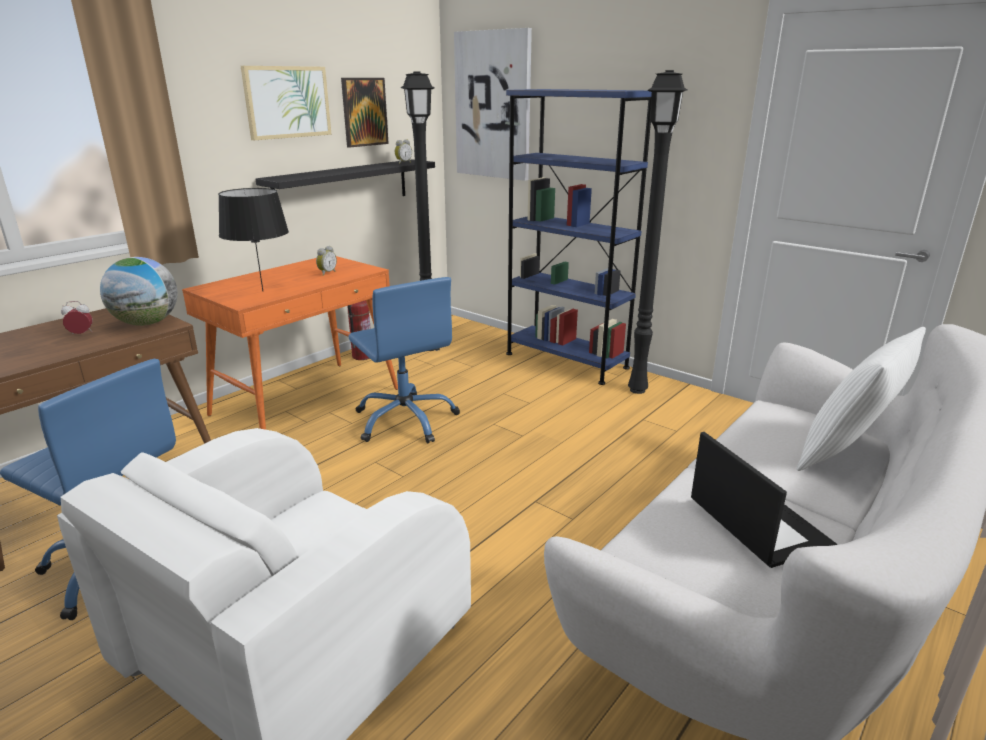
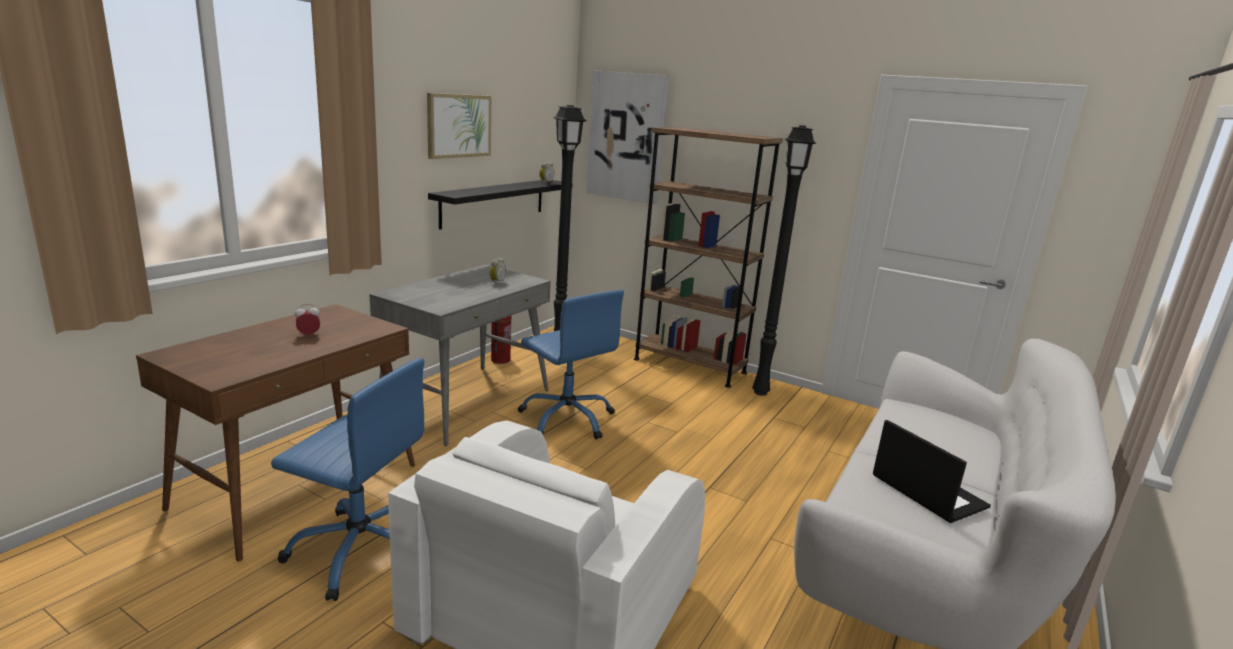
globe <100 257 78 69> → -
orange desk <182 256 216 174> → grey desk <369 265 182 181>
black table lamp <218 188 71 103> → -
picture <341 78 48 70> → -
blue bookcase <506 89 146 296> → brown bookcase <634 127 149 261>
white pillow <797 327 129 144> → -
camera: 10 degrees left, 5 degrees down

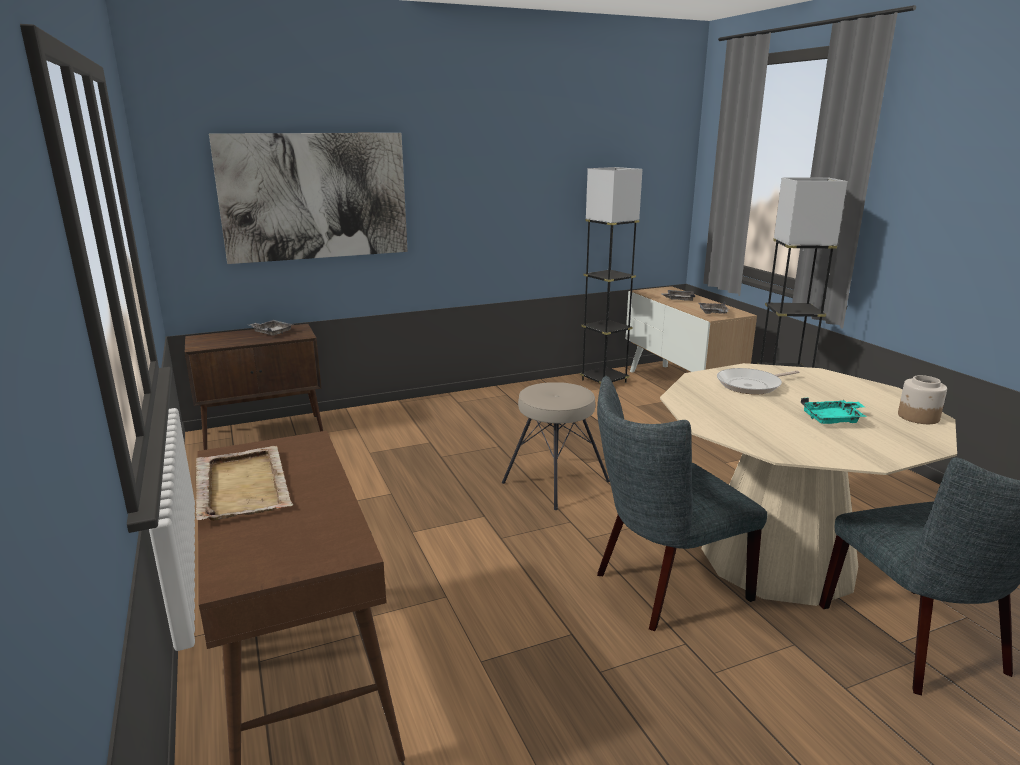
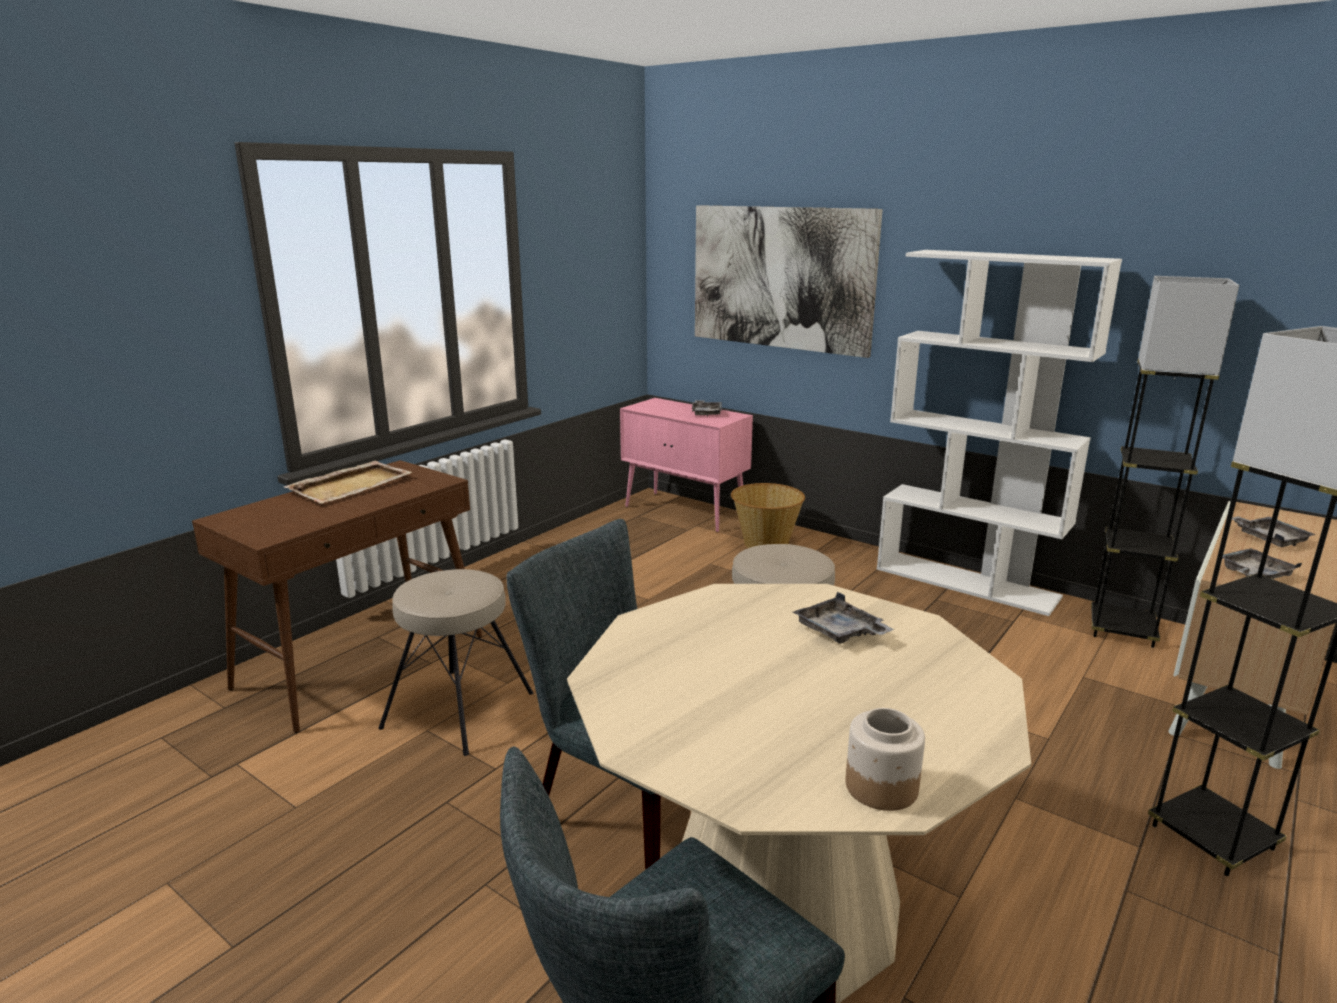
brown cabinet <185 324 138 126> → pink cabinet <620 398 133 134>
frying pan <717 368 82 27> → grey tray <793 592 101 52>
turquoise tray <801 398 66 26> → -
- → beige stool <378 569 155 187>
- → basket <731 483 74 65>
- → white bookcase <877 250 245 366>
camera: 60 degrees right, 0 degrees up

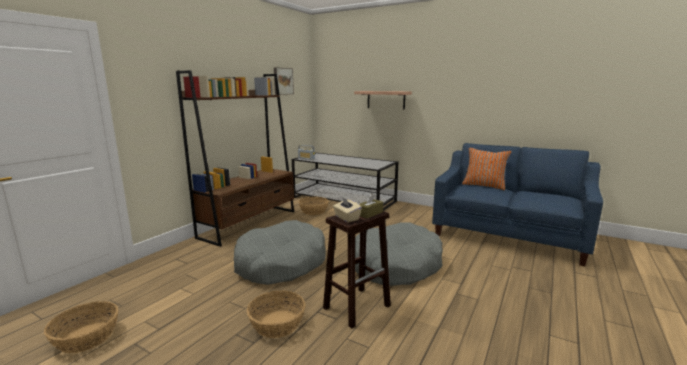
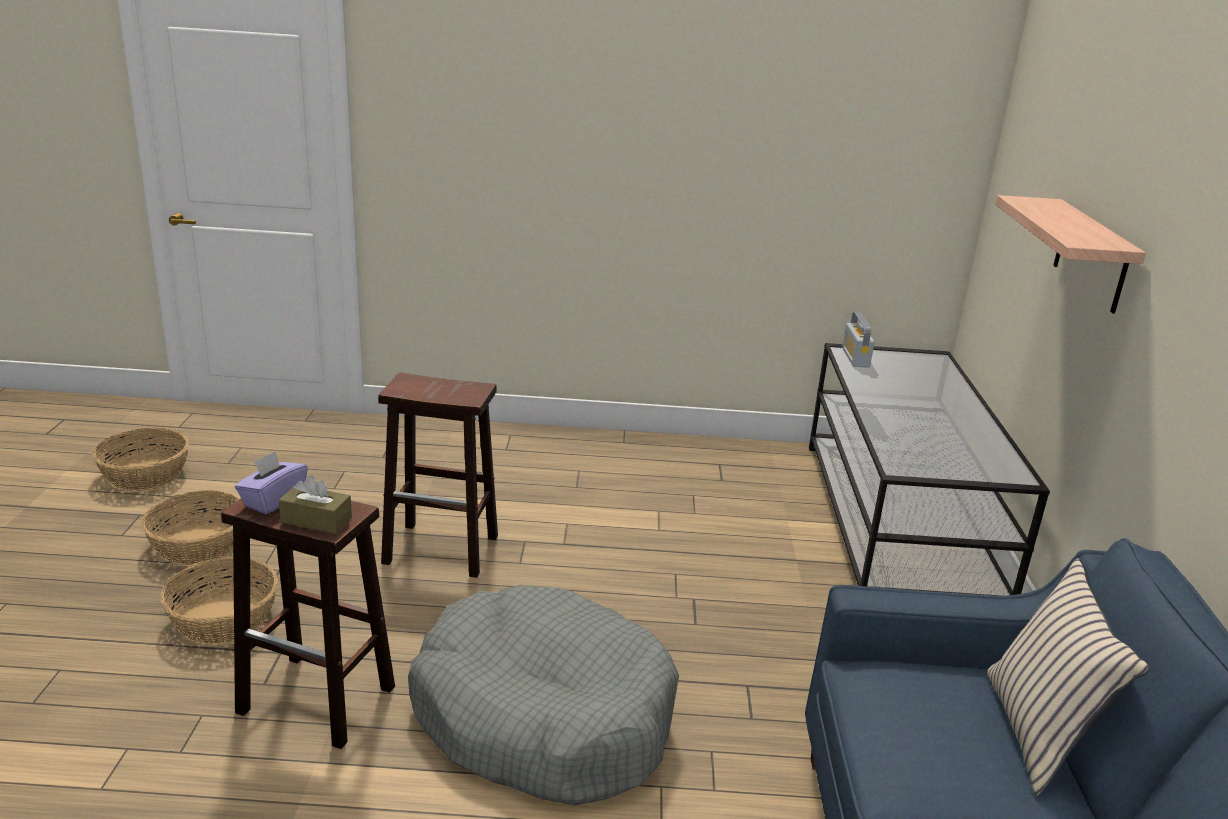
brown bookcase <176 70 118 177> → -
grey dog bed <234 220 92 65> → brown stool <378 373 120 205>
picture <274 67 20 28> → -
basket <299 197 30 18> → basket <141 490 99 75>, shifted
beige tissue box <333 197 29 25> → purple tissue box <235 451 73 63>
orange pillow <462 148 50 43> → beige pillow <987 558 163 238>
camera: 60 degrees right, 10 degrees up

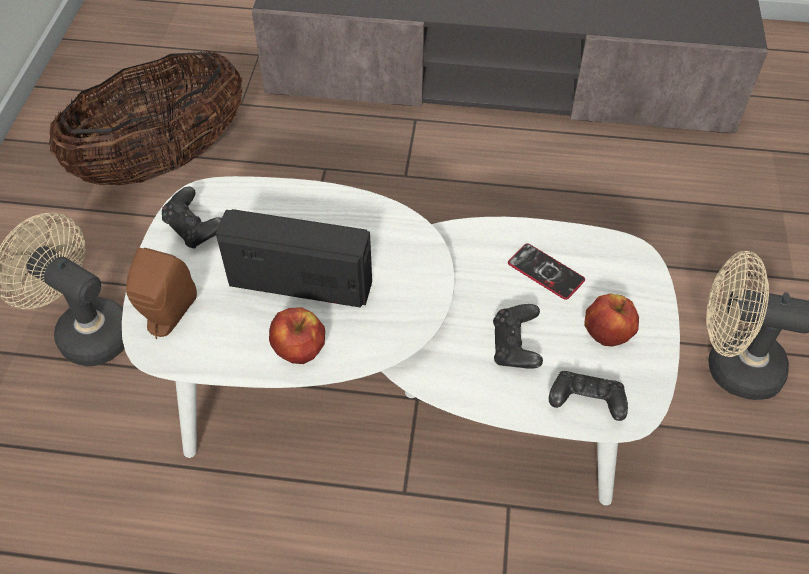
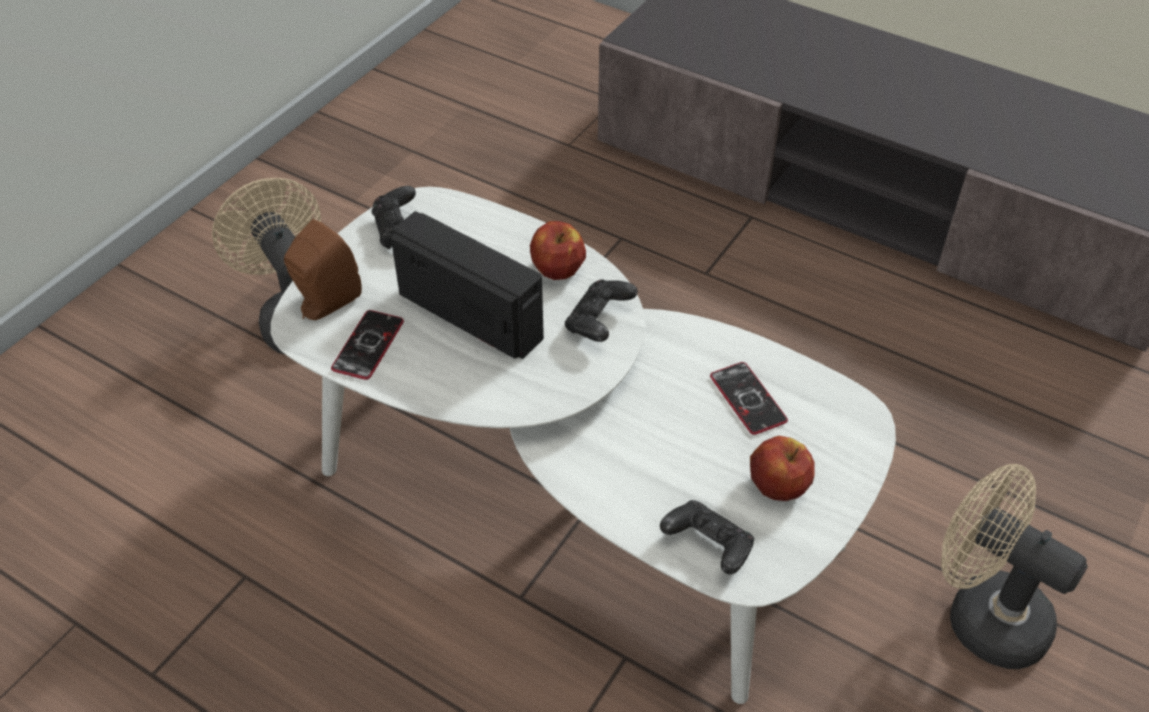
basket <49 51 193 134> → -
apple <269 307 56 57> → apple <530 221 56 59>, shifted
black game controller <493 304 50 65> → black game controller <565 280 73 62>, shifted
- → phone <331 310 73 70>
camera: 25 degrees right, 5 degrees down

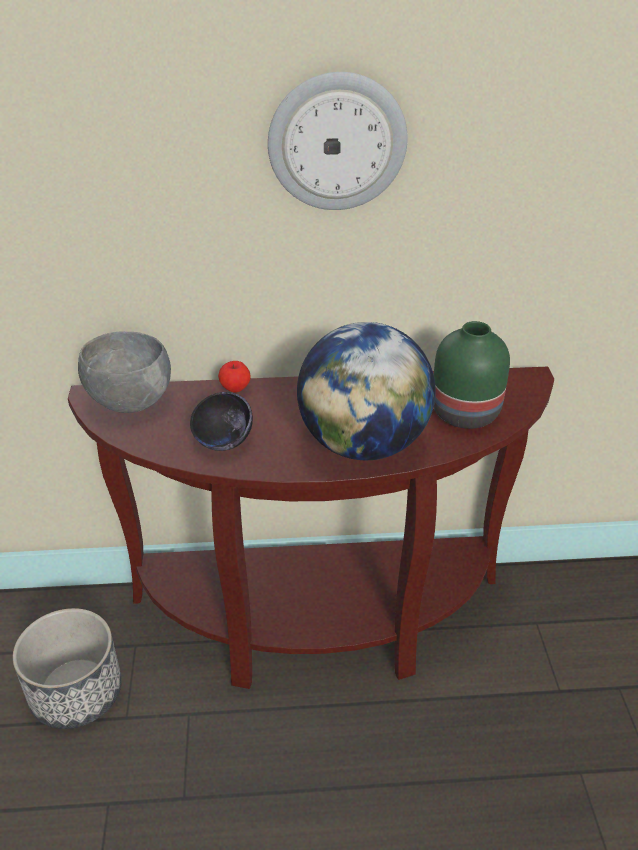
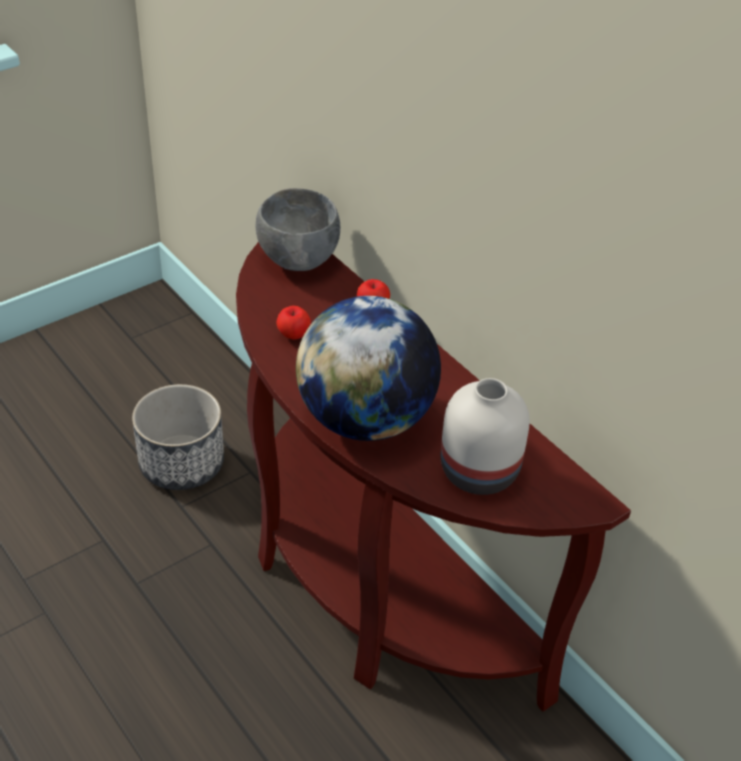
black bowl <190 392 63 59> → apple <277 306 34 34>
wall clock <268 72 140 138> → -
green vase <434 321 76 108> → white vase <441 378 89 117>
camera: 55 degrees right, 5 degrees up

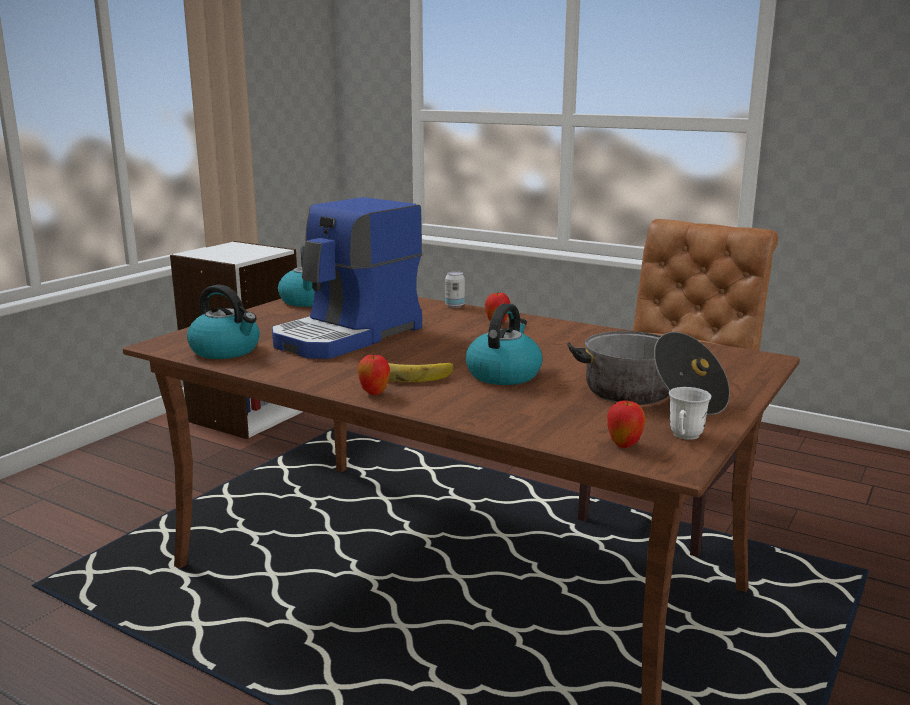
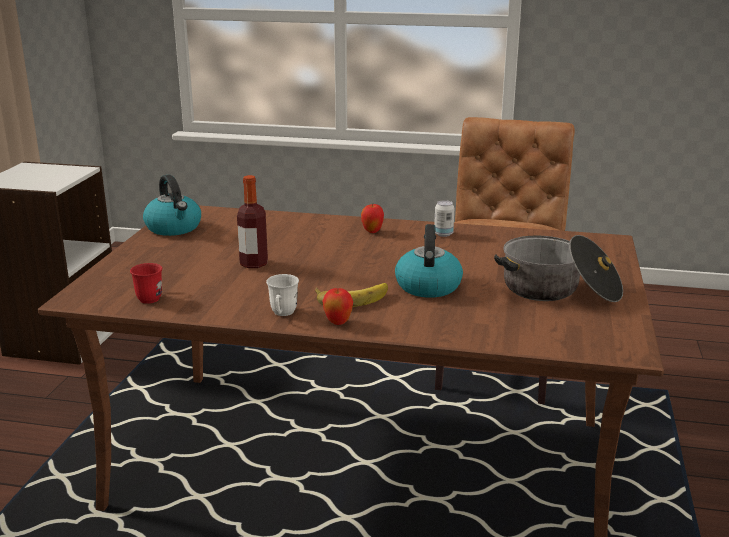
kettle <187 285 73 74> → red mug <130 263 32 41>
coffee machine <272 197 150 162> → bottle <237 175 31 93>
can <445 271 20 37> → can <434 200 20 37>, shifted
apple <607 399 39 49> → -
white mug <669 387 42 53> → white mug <266 274 33 42>, shifted
camera: 20 degrees left, 5 degrees up

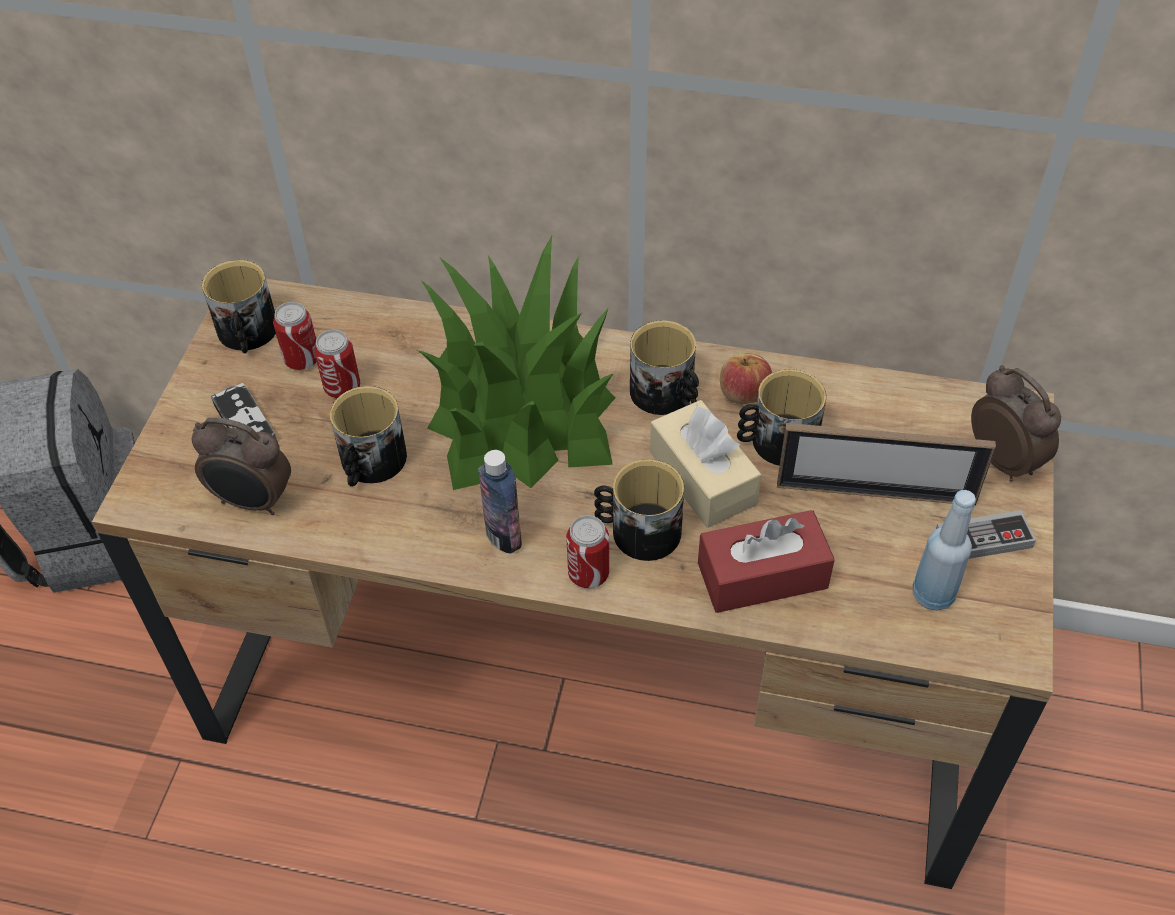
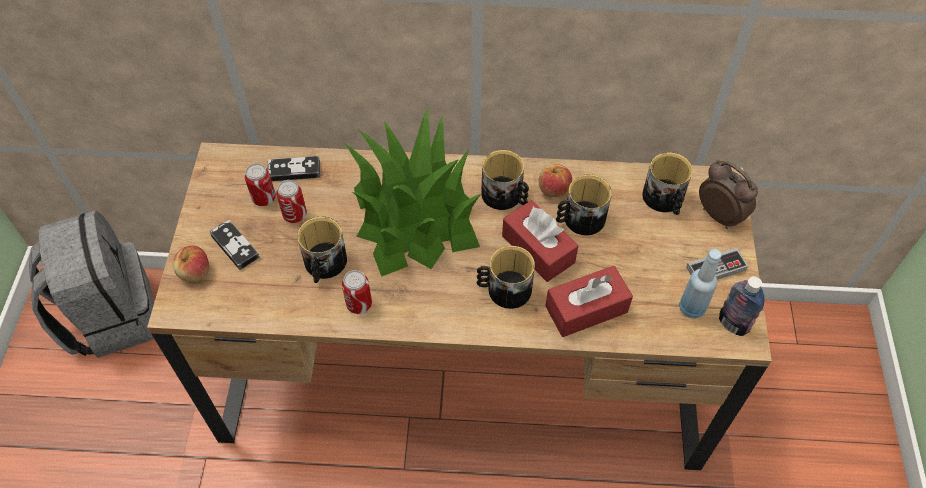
alarm clock <192 417 99 98> → -
mug <202 260 74 93> → mug <642 152 51 63>, shifted
bottle <478 450 44 103> → bottle <719 276 45 60>, shifted
can <566 515 43 73> → can <342 270 30 44>, shifted
beige tissue box <650 400 111 128> → red tissue box <502 200 76 82>
picture frame <777 423 219 83> → -
- → apple <173 246 36 37>
- → game controller <267 156 53 25>
camera: 10 degrees left, 5 degrees up

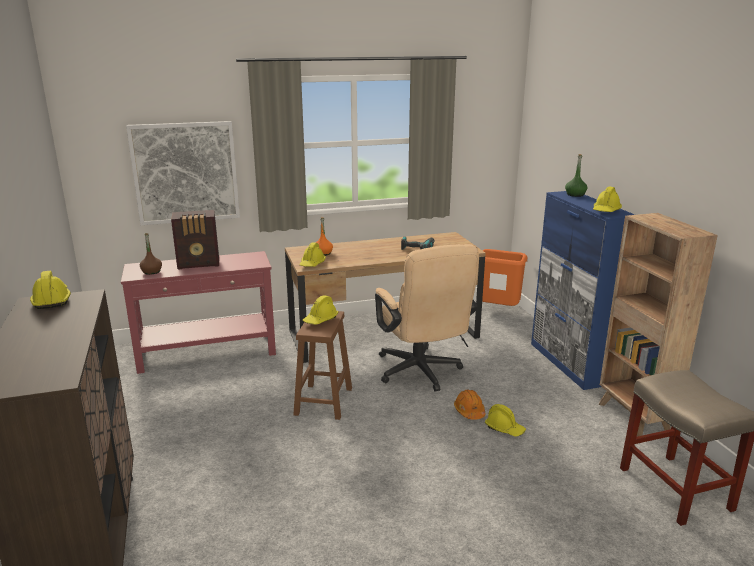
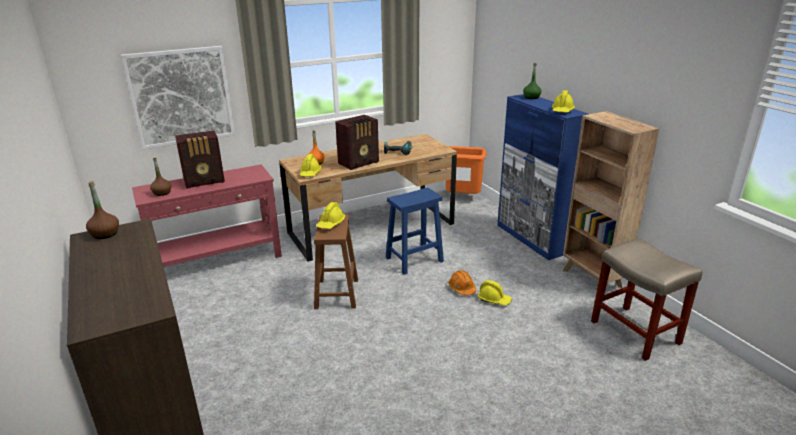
yellow hard hat <30 271 41 38> → brown bottle <86 181 33 58>
beige office chair <375 244 104 147> → blue stool <386 188 58 86>
- → radio <335 115 44 55>
camera: 10 degrees left, 5 degrees up

